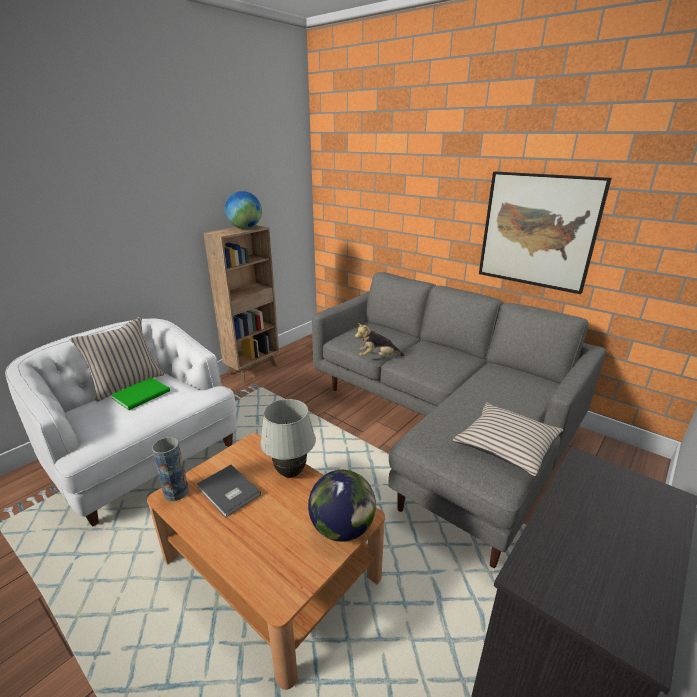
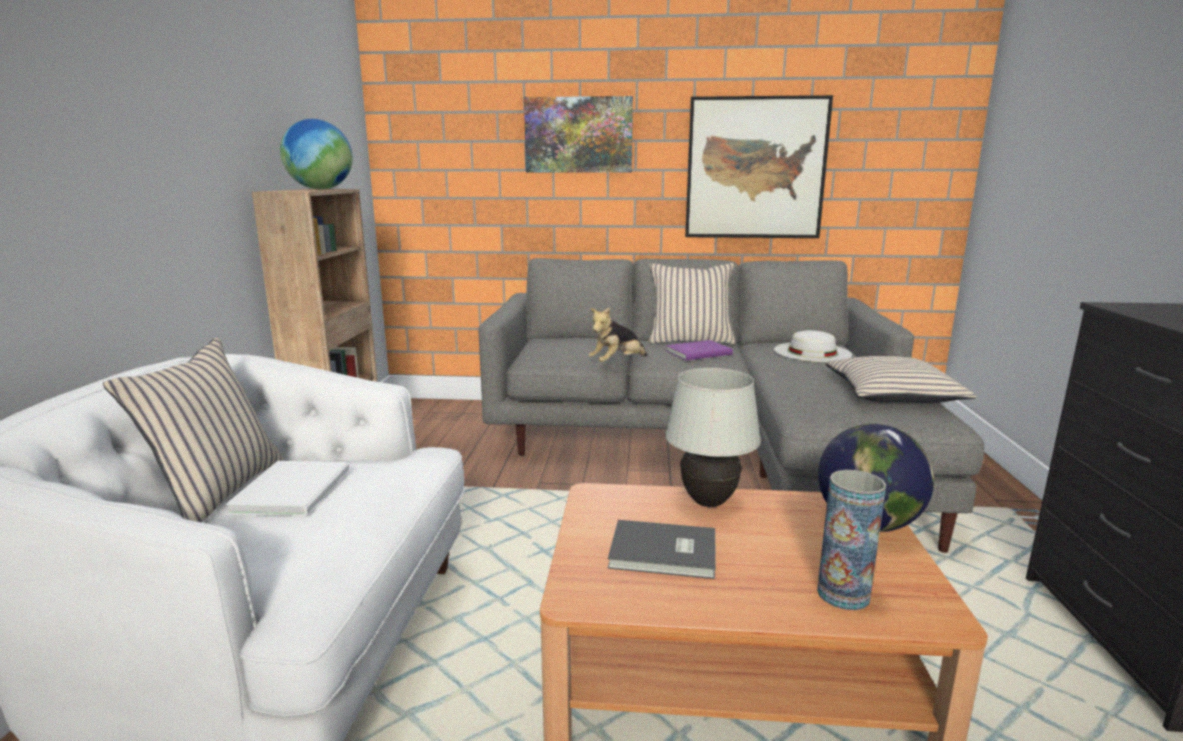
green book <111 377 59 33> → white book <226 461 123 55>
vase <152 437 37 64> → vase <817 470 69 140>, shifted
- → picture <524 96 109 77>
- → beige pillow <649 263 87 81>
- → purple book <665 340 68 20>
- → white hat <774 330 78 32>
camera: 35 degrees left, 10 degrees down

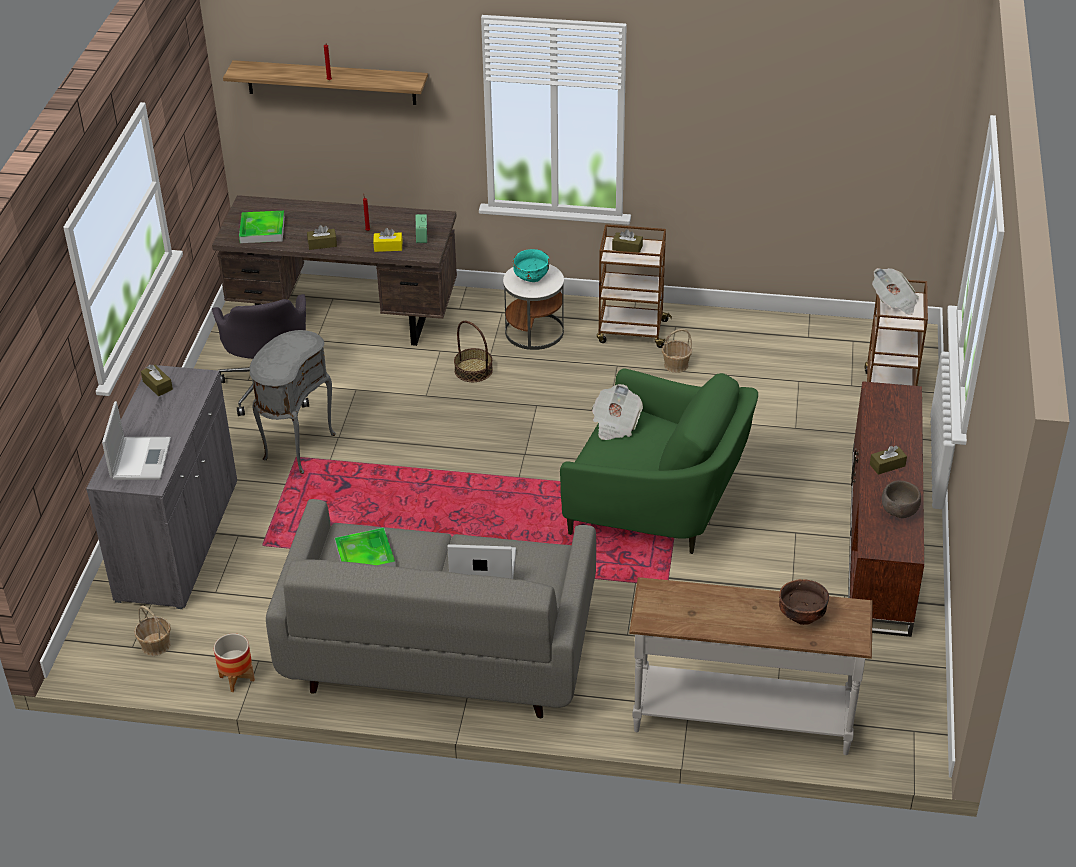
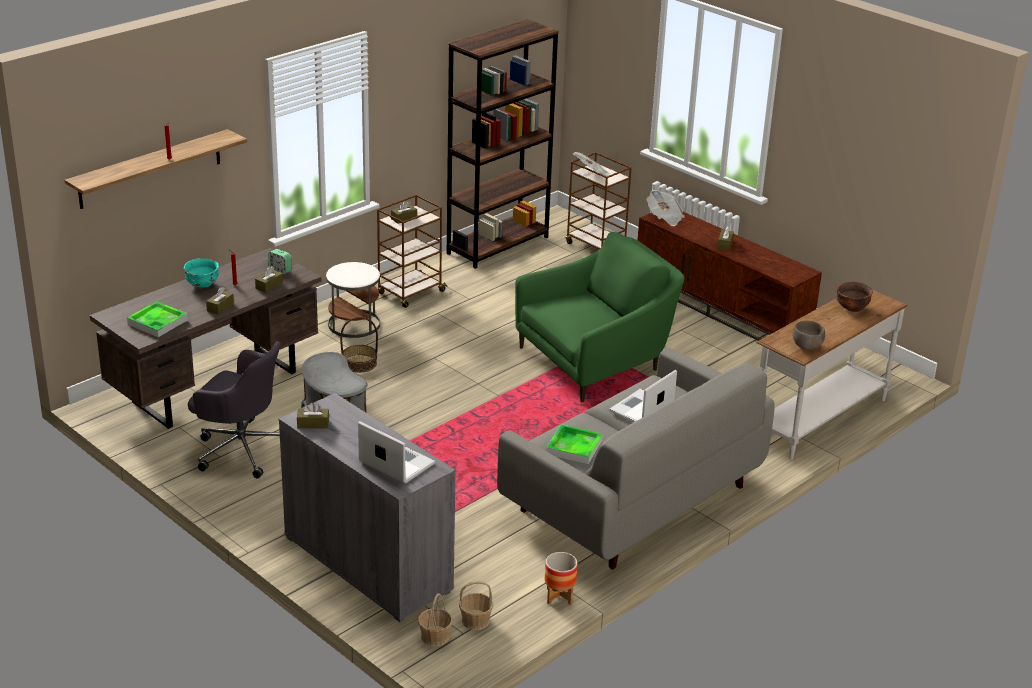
yellow tissue box <373 228 29 24> → brown tissue box <255 267 28 26>
turquoise bowl <513 249 37 33> → turquoise bowl <184 258 35 30>, shifted
newspaper <592 384 51 56> → newspaper <647 190 38 36>, shifted
basket <662 329 30 44> → basket <418 593 35 54>, shifted
brown bowl <882 481 39 37> → brown bowl <793 321 32 29>, shifted
- → brown bookcase <447 19 112 250>
camera: 55 degrees left, 10 degrees down

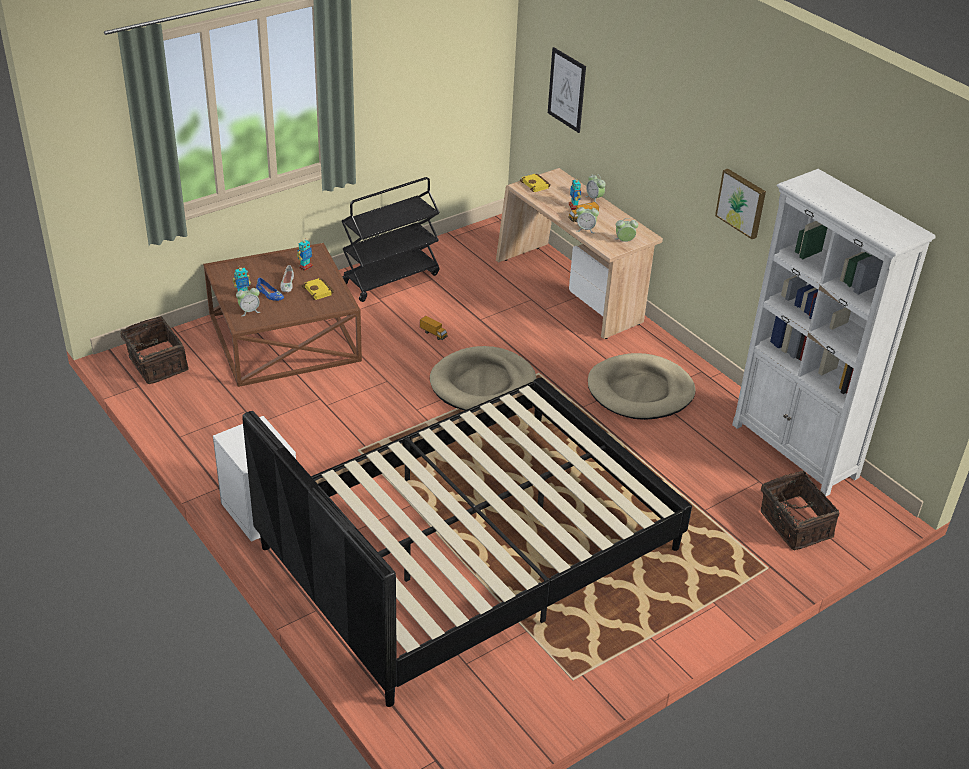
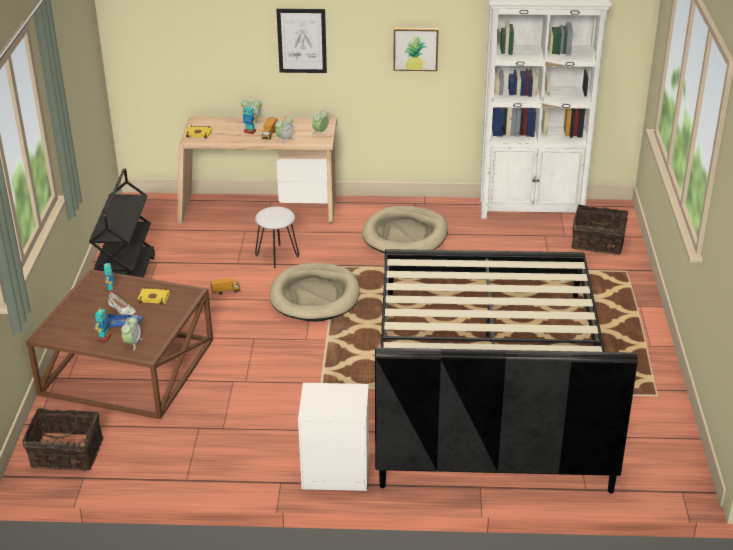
picture <548 47 38 86> → picture <276 9 51 64>, shifted
- → white stool <255 206 44 62>
camera: 50 degrees left, 5 degrees down

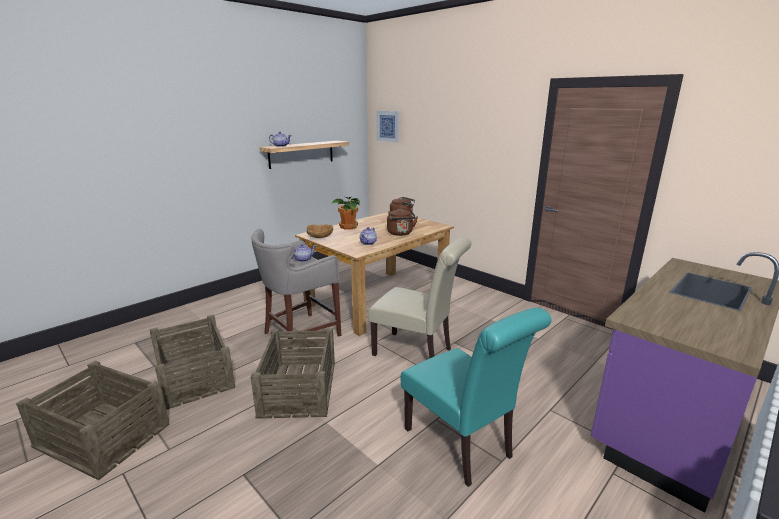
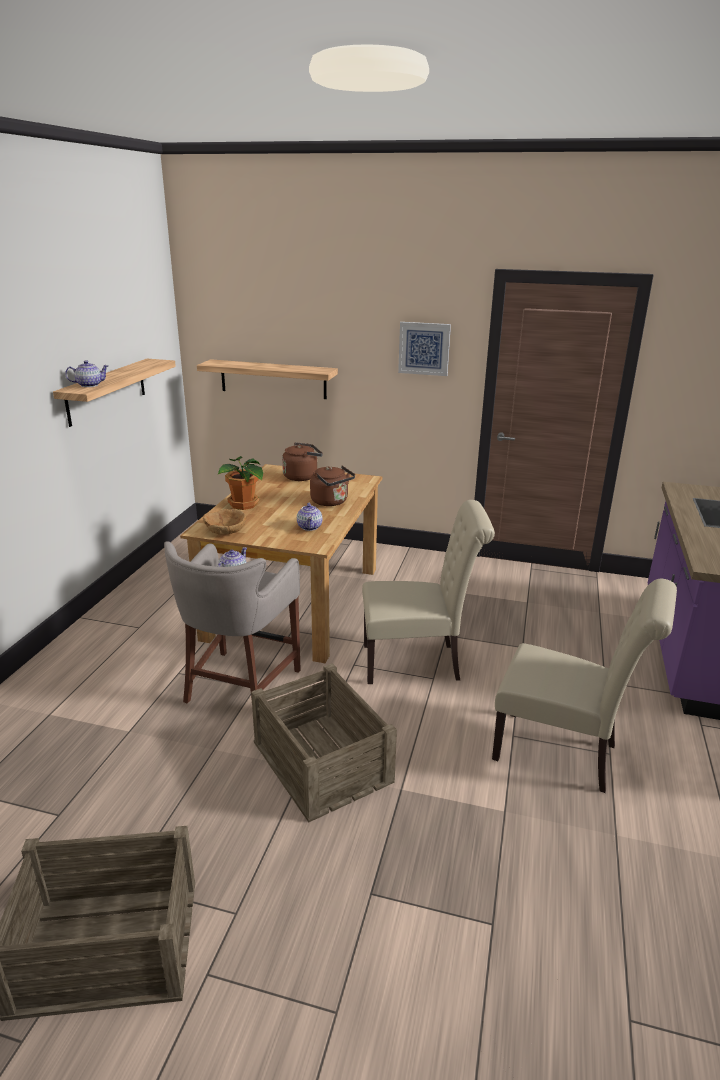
crate <149 315 86 95> → -
picture <376 111 23 31> → picture <398 322 53 54>, shifted
turquoise chair <401 308 150 179> → beige chair <492 579 185 214>
- → shelf <197 359 141 40>
camera: 30 degrees left, 5 degrees up

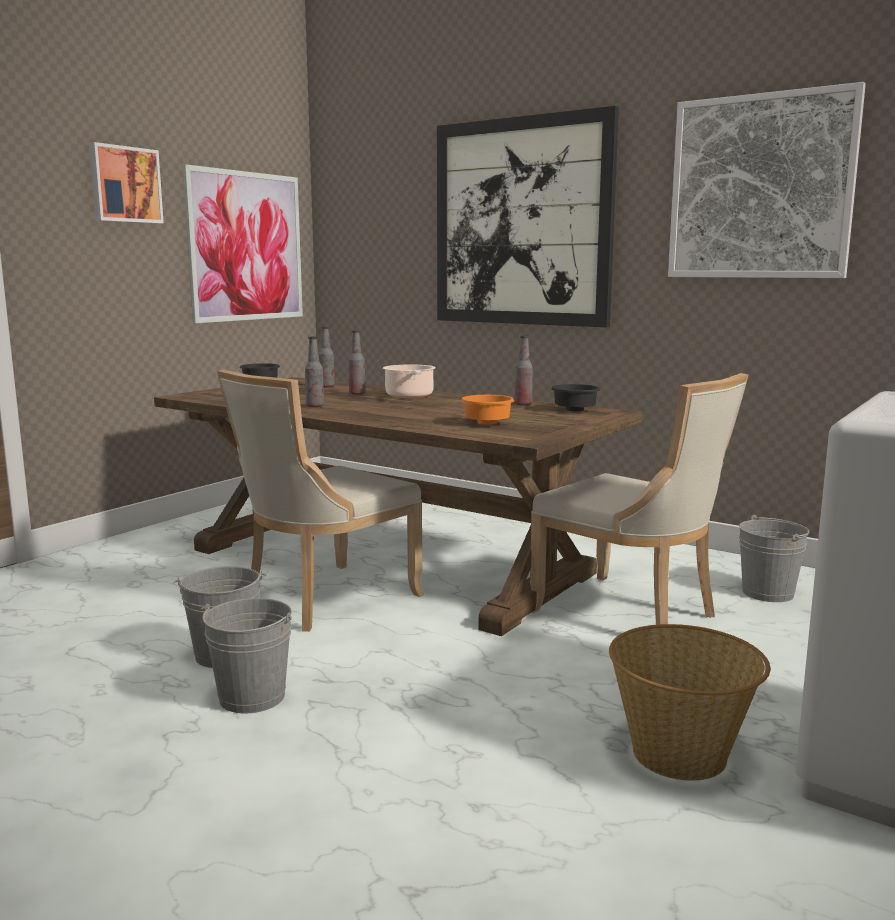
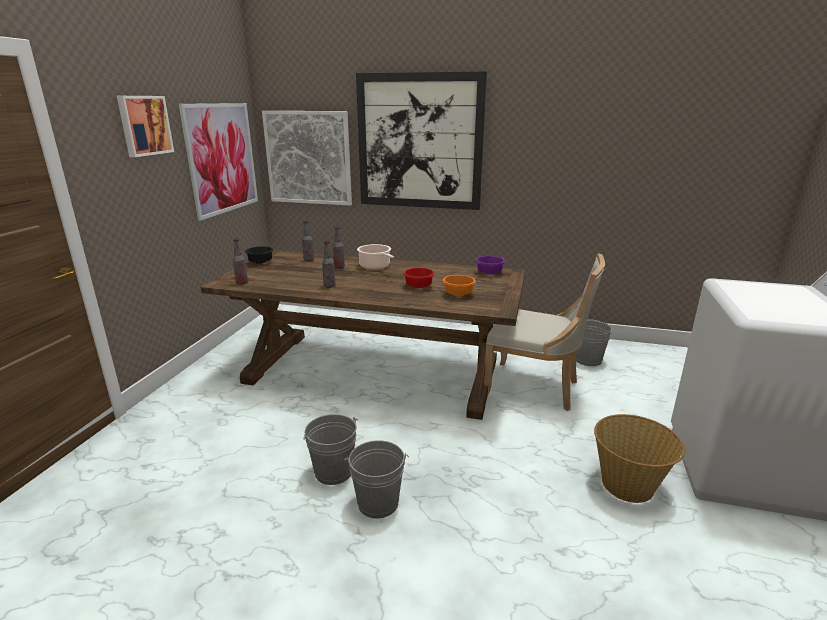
beige chair <217 369 207 263> → -
bottle <514 335 19 70> → bottle <233 239 15 46>, shifted
black bowl <551 384 49 27> → purple bowl <476 256 29 18>
picture <668 82 198 196> → picture <262 111 90 95>, shifted
- → red bowl <403 268 32 20>
camera: 20 degrees left, 10 degrees up

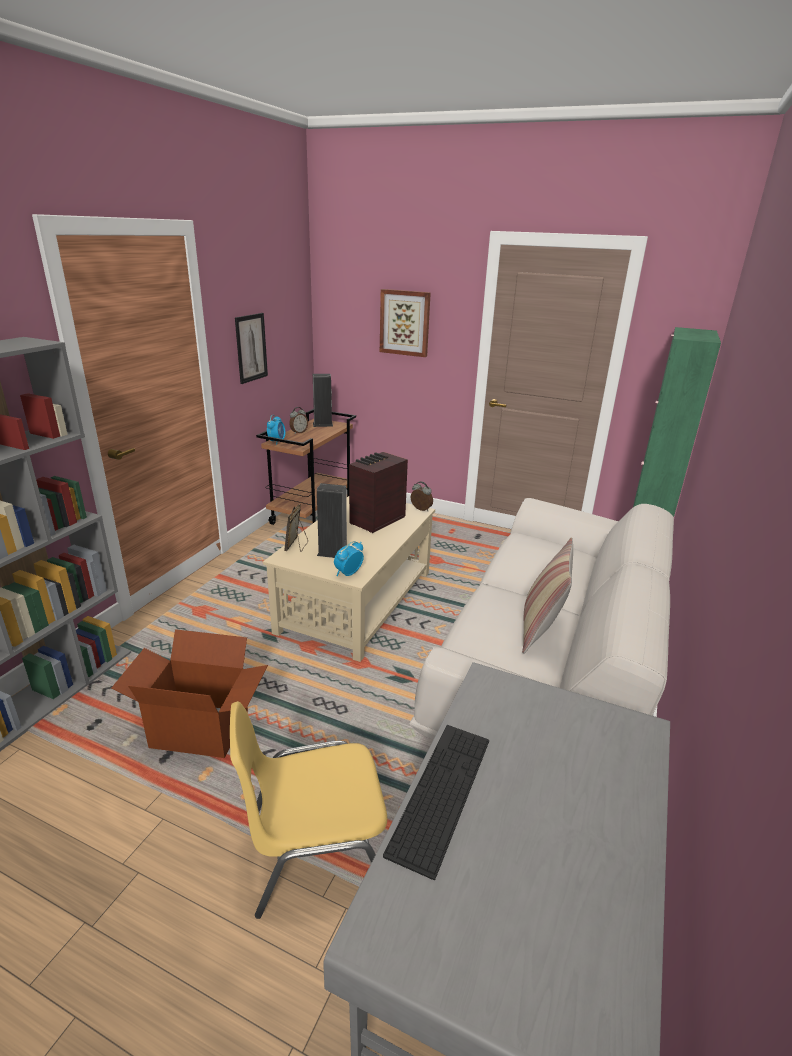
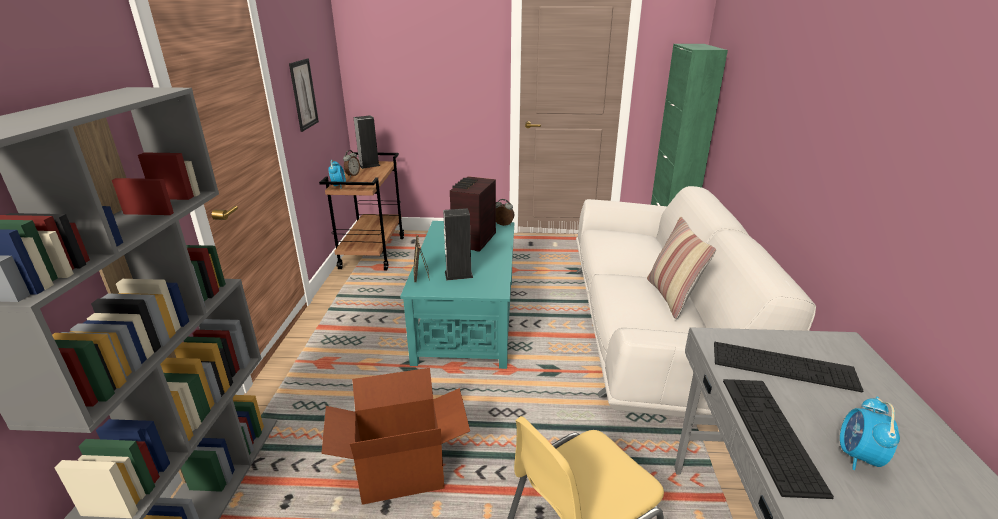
beige coffee table <263 496 172 166> → turquoise coffee table <400 221 114 148>
alarm clock <334 541 30 35> → alarm clock <840 397 60 73>, shifted
picture <380 289 51 68> → -
- → keyboard <714 342 149 51>
camera: 20 degrees left, 0 degrees up

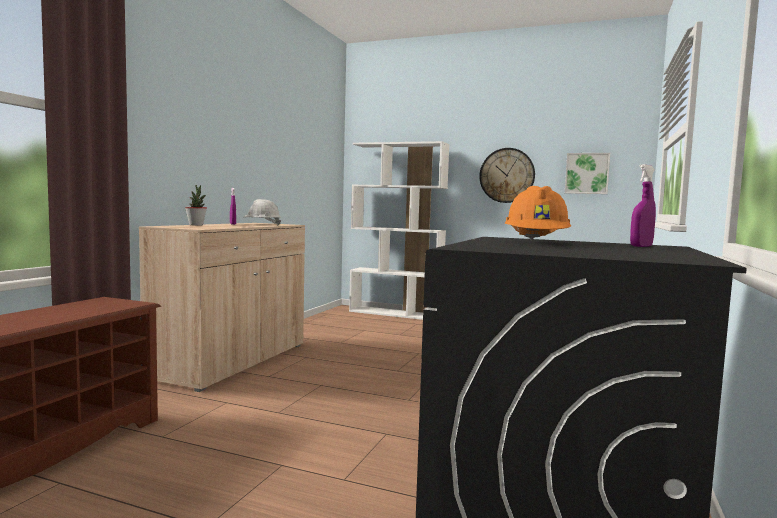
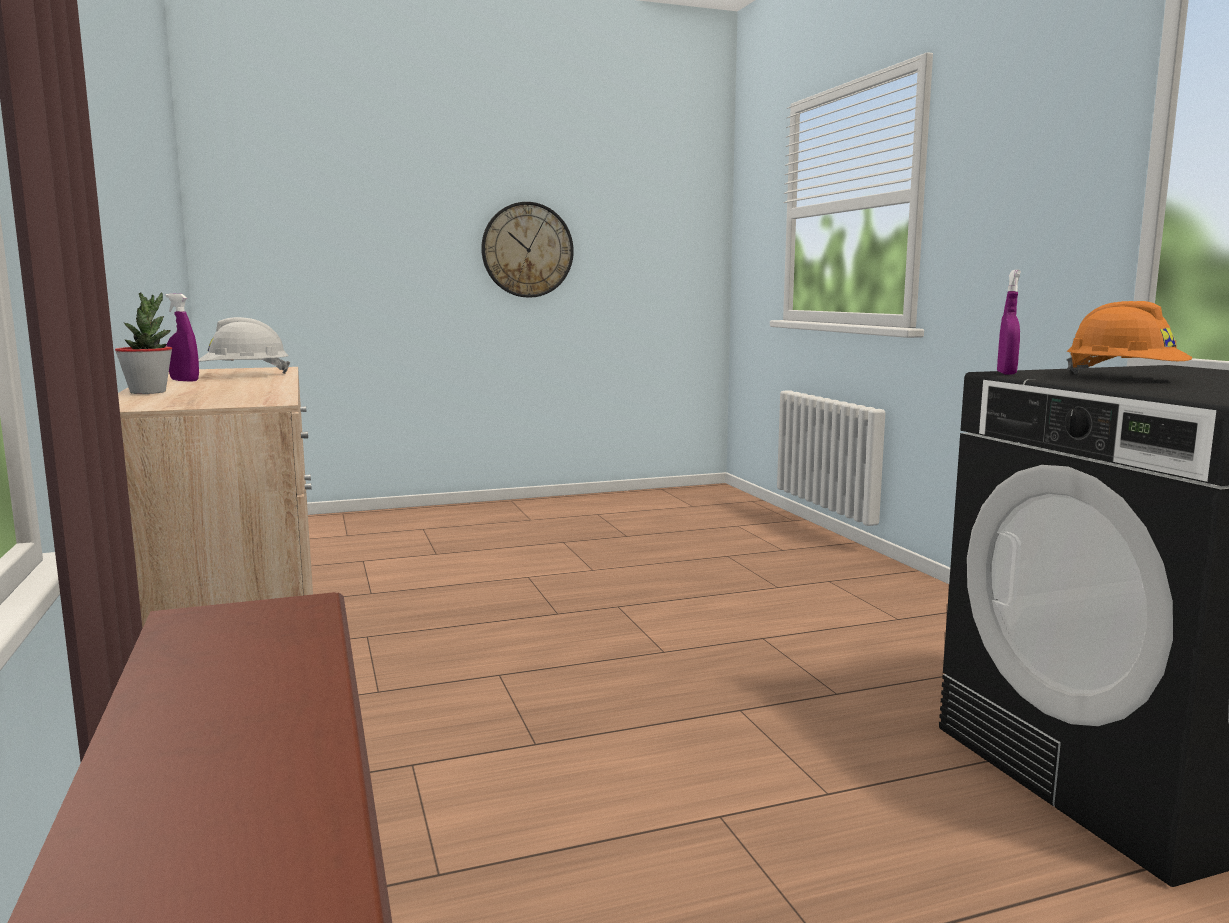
white bookcase <349 141 100 179> → -
picture <565 153 45 41> → -
purple spray bottle <630 164 26 83> → purple spray bottle <997 269 24 105>, shifted
camera: 40 degrees left, 5 degrees up

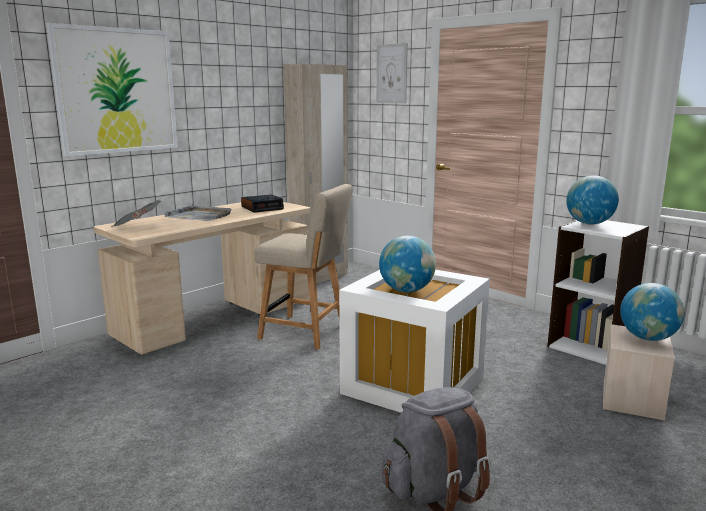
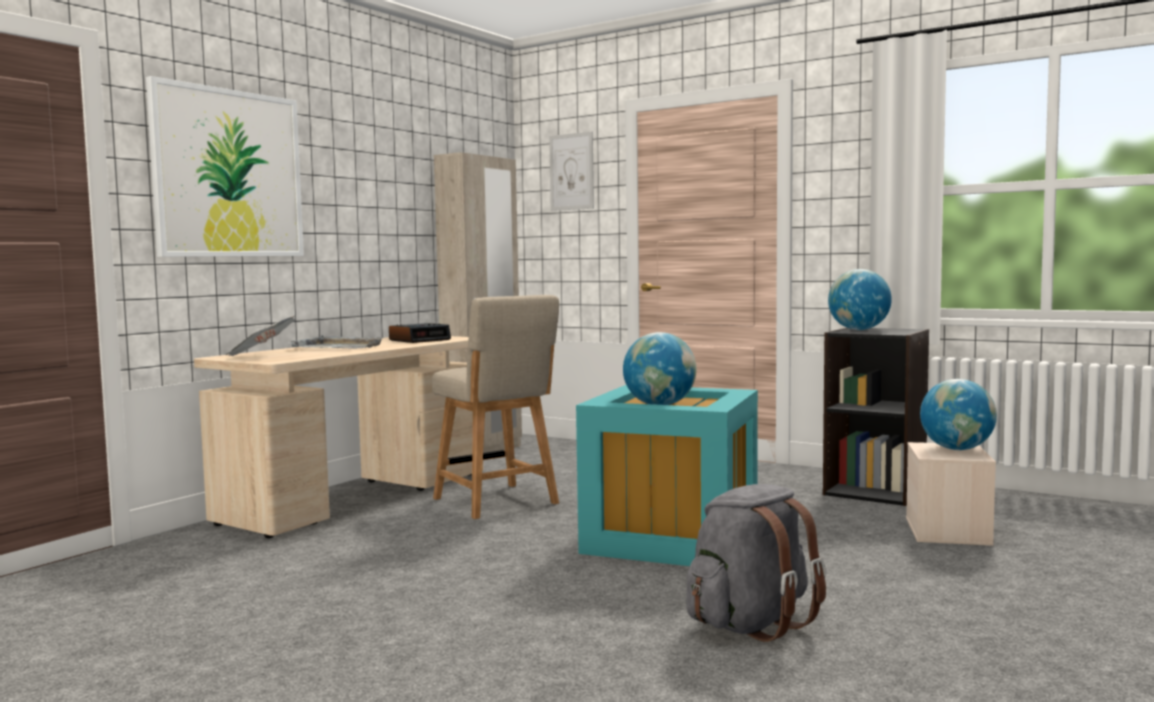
beige chair <255 184 98 166> → beige chair <432 295 127 224>, 45 degrees clockwise
white storage box <339 270 151 143> → turquoise storage box <576 385 182 181>
white bookcase <547 220 102 145> → black bookcase <823 328 106 178>
camera: 10 degrees left, 10 degrees down

